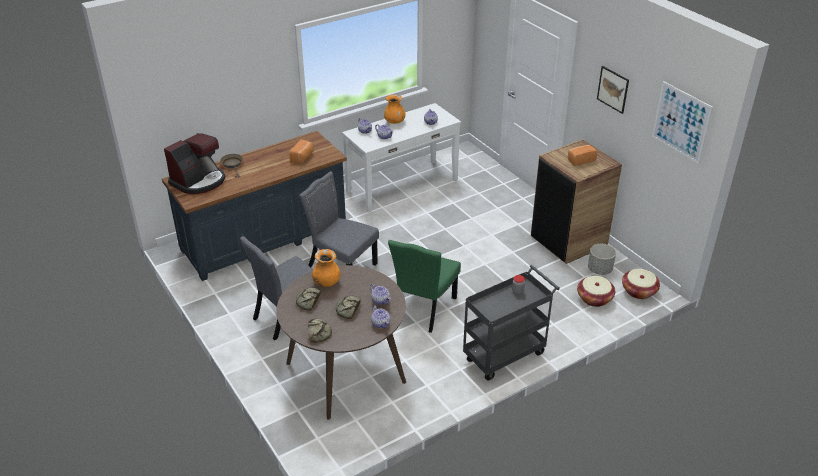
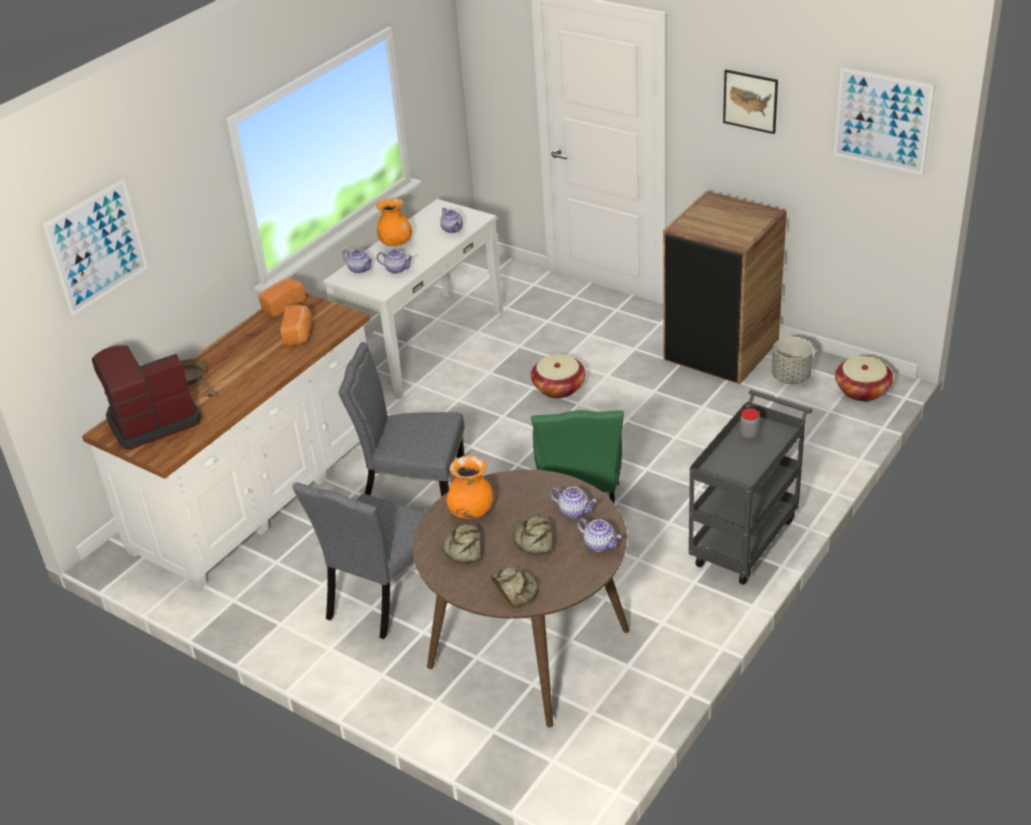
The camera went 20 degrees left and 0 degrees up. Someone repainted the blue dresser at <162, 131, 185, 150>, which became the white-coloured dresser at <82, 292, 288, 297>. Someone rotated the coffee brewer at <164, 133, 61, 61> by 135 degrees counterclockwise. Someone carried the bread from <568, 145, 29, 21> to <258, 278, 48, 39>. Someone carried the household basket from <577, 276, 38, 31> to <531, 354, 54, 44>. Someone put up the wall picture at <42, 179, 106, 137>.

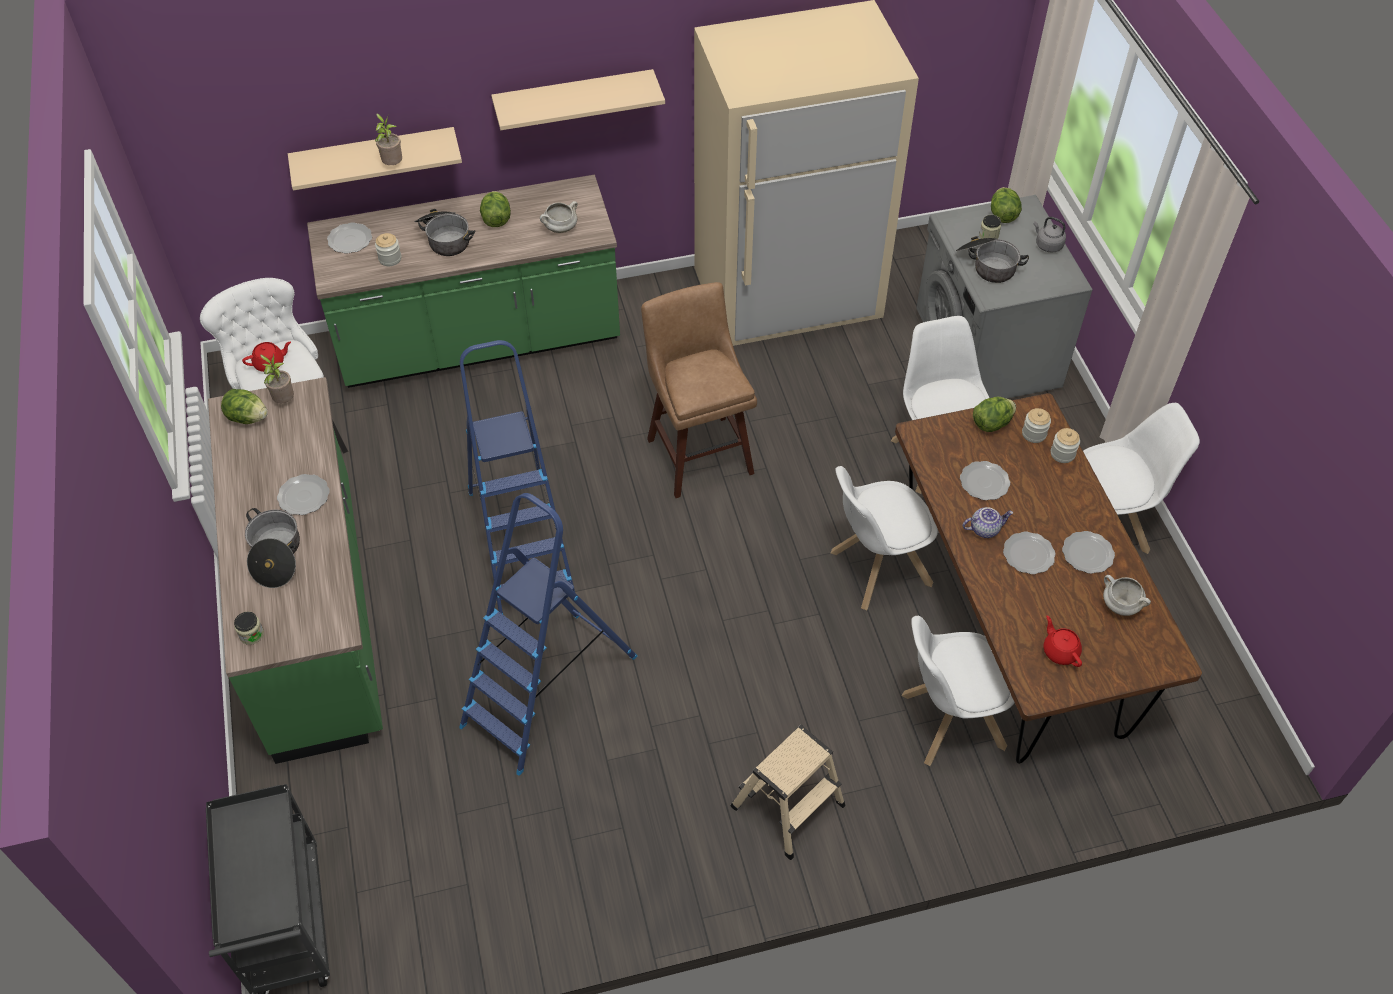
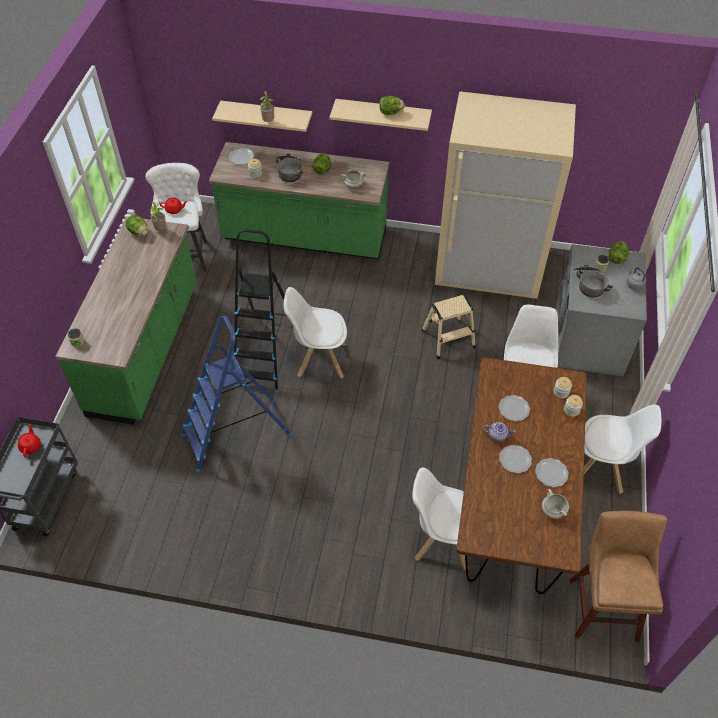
The camera went 25 degrees right and 0 degrees up. Someone took away the cooking pot at <245, 508, 55, 80>. Someone took away the plate at <277, 474, 53, 41>. Someone repainted the blue stepladder at <460, 340, 115, 274>, which became the blackish stepladder at <233, 229, 54, 164>. Someone carried the brown stool seat from <641, 282, 116, 216> to <570, 511, 97, 131>. Someone carried the beige stepladder from <730, 725, 115, 135> to <422, 294, 54, 66>. Someone carried the white-coloured upright chair from <830, 466, 108, 144> to <283, 287, 64, 91>. Someone carried the lettuce head from <973, 397, 43, 35> to <379, 96, 26, 19>. Someone carried the reddish teapot from <1043, 616, 39, 51> to <18, 424, 23, 33>.

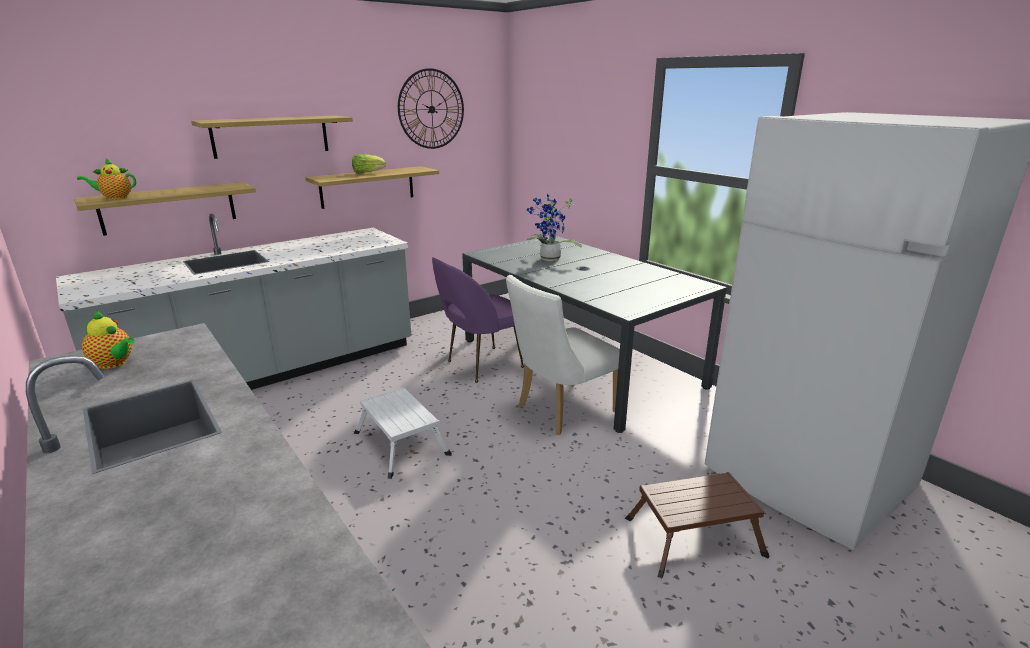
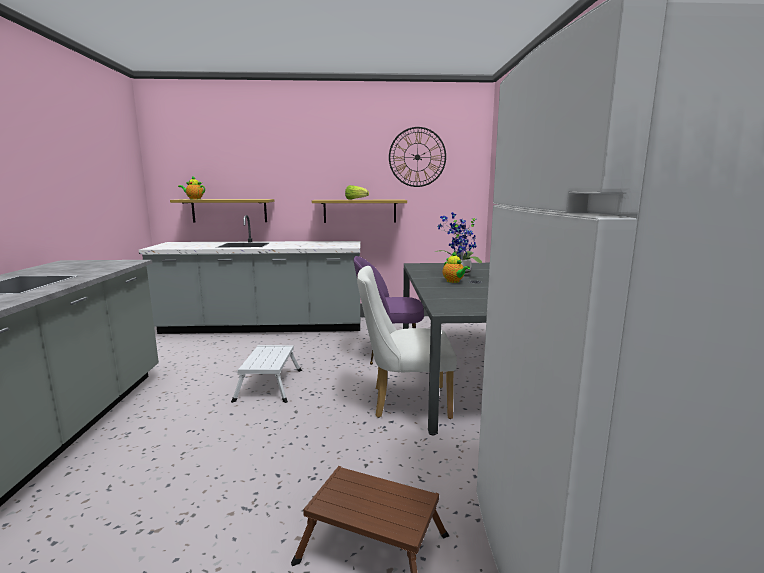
The camera went 35 degrees right and 10 degrees down. Someone carried the teapot from <82, 311, 52, 58> to <443, 251, 27, 32>. Someone took away the bracket shelf at <191, 115, 162, 44>.

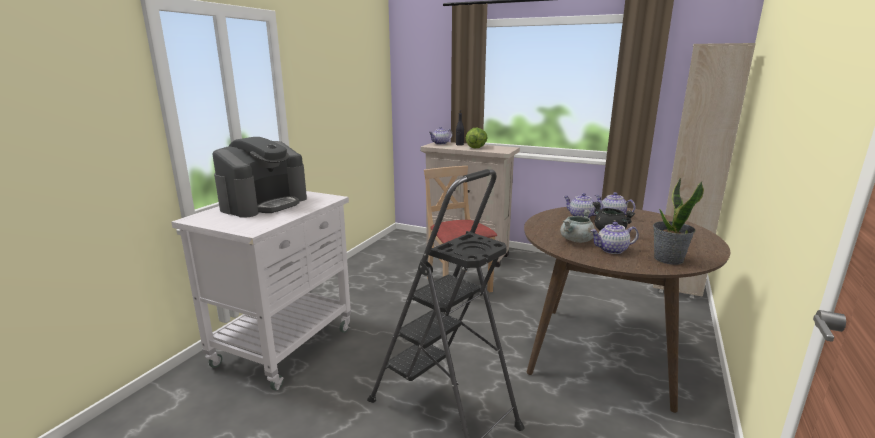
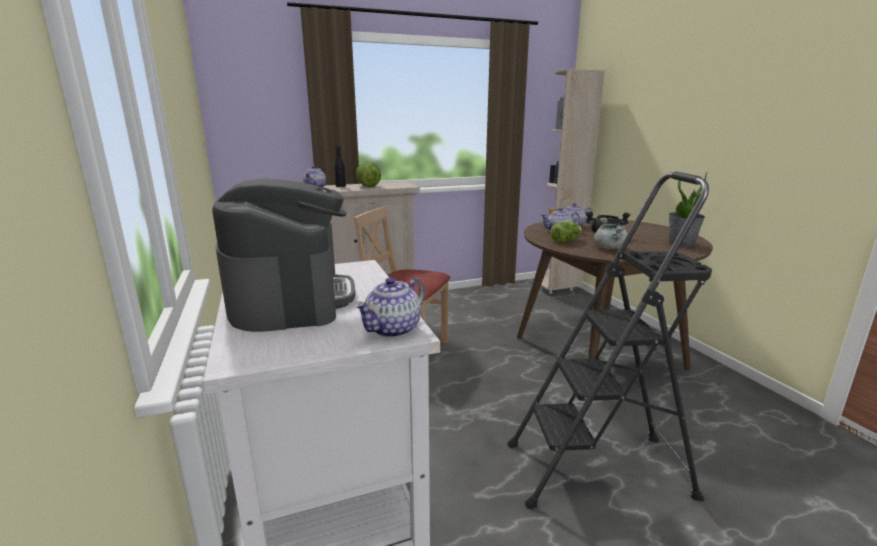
The camera went 45 degrees left and 0 degrees up. Someone carried the teapot from <590, 222, 49, 32> to <354, 277, 71, 61>. Someone put down the lettuce head at <550, 222, 32, 21>.

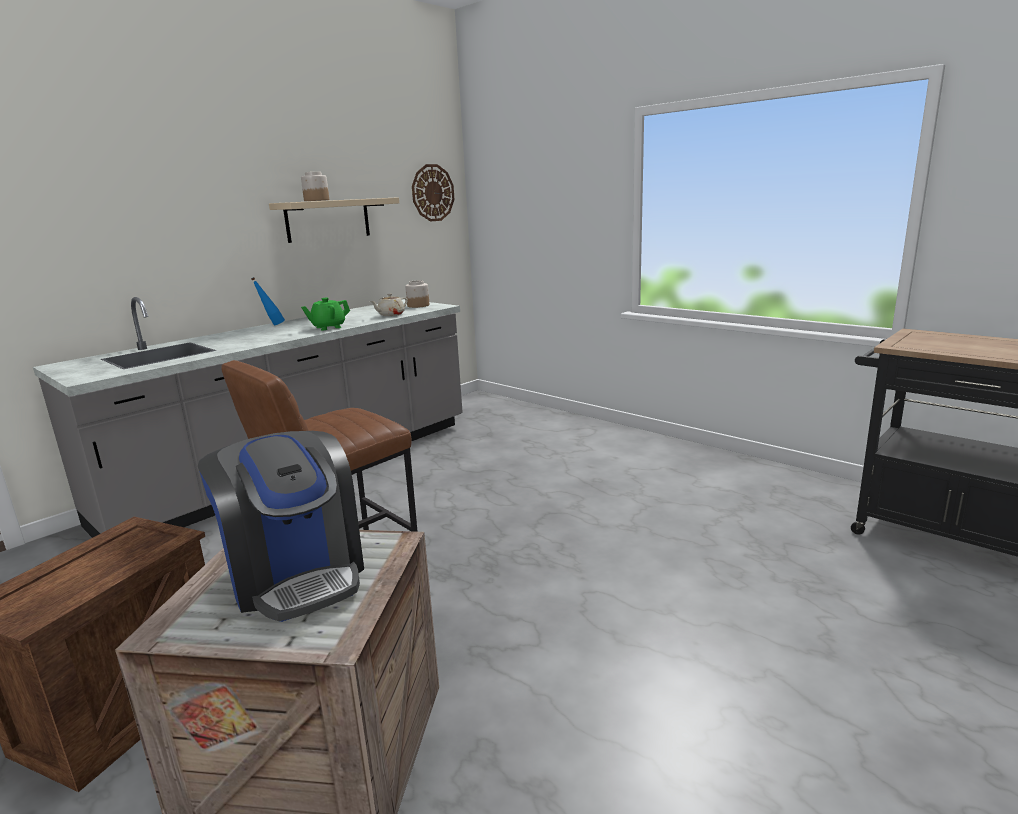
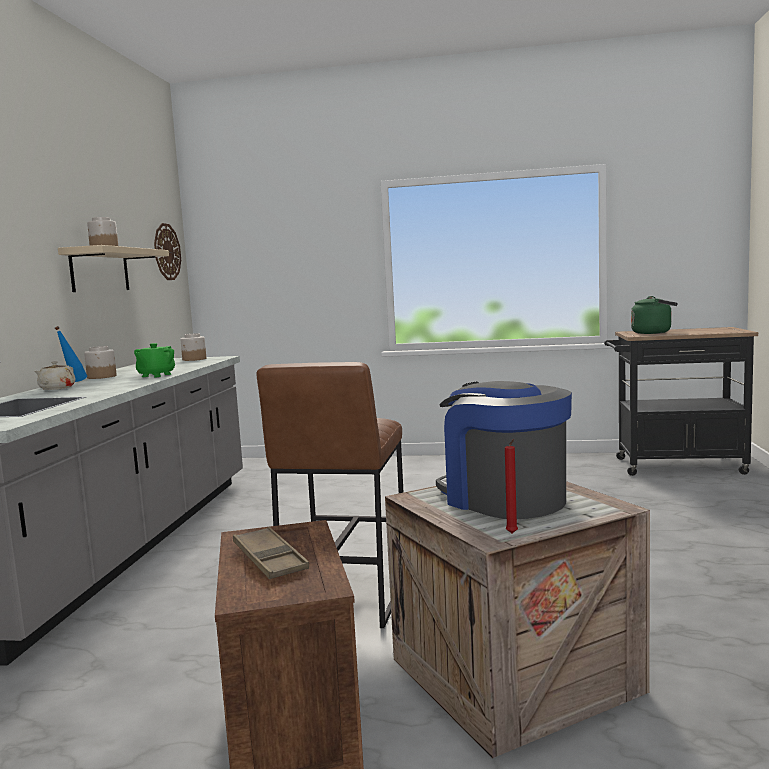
The camera went 35 degrees left and 10 degrees down. Someone rotated the coffee brewer at <198, 431, 166, 191> by 150 degrees counterclockwise. Someone carried the beige teapot from <370, 293, 38, 23> to <35, 361, 41, 29>. Someone put down the jar at <84, 346, 33, 33>. Someone put down the brown carrying tray at <233, 527, 76, 52>. Someone put down the reddish wax candle at <505, 439, 13, 94>. Someone put down the green tea kettle at <631, 296, 46, 38>.

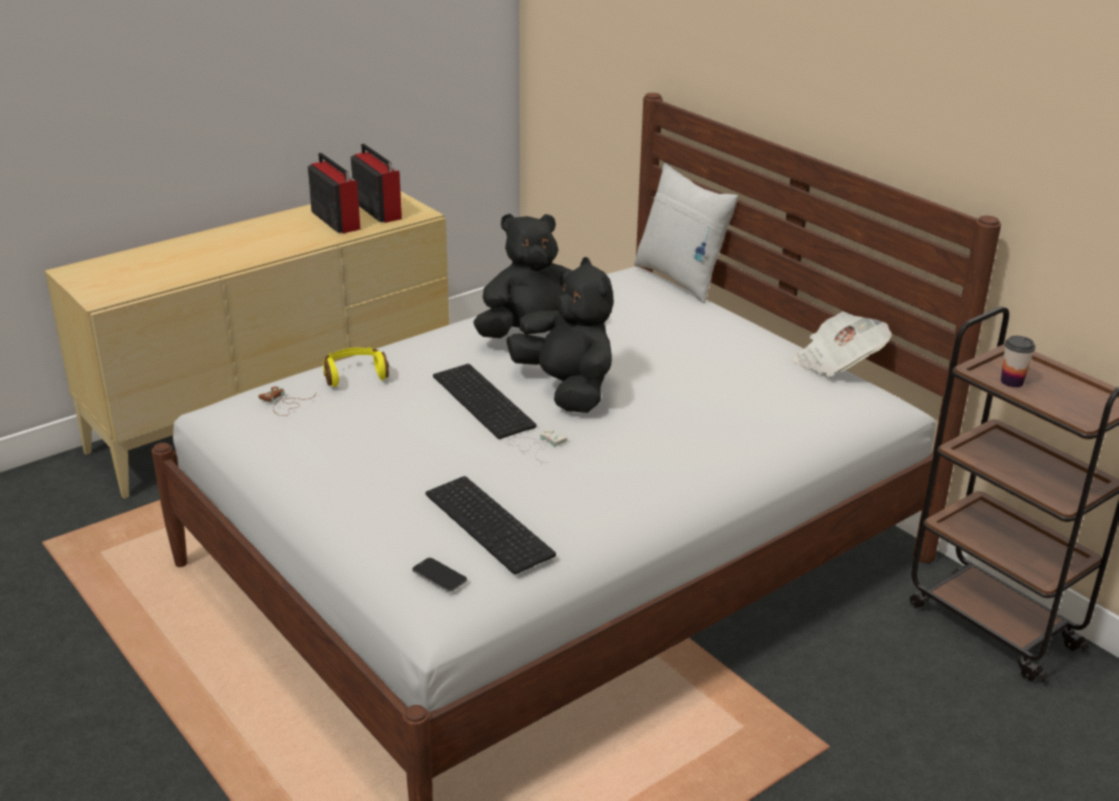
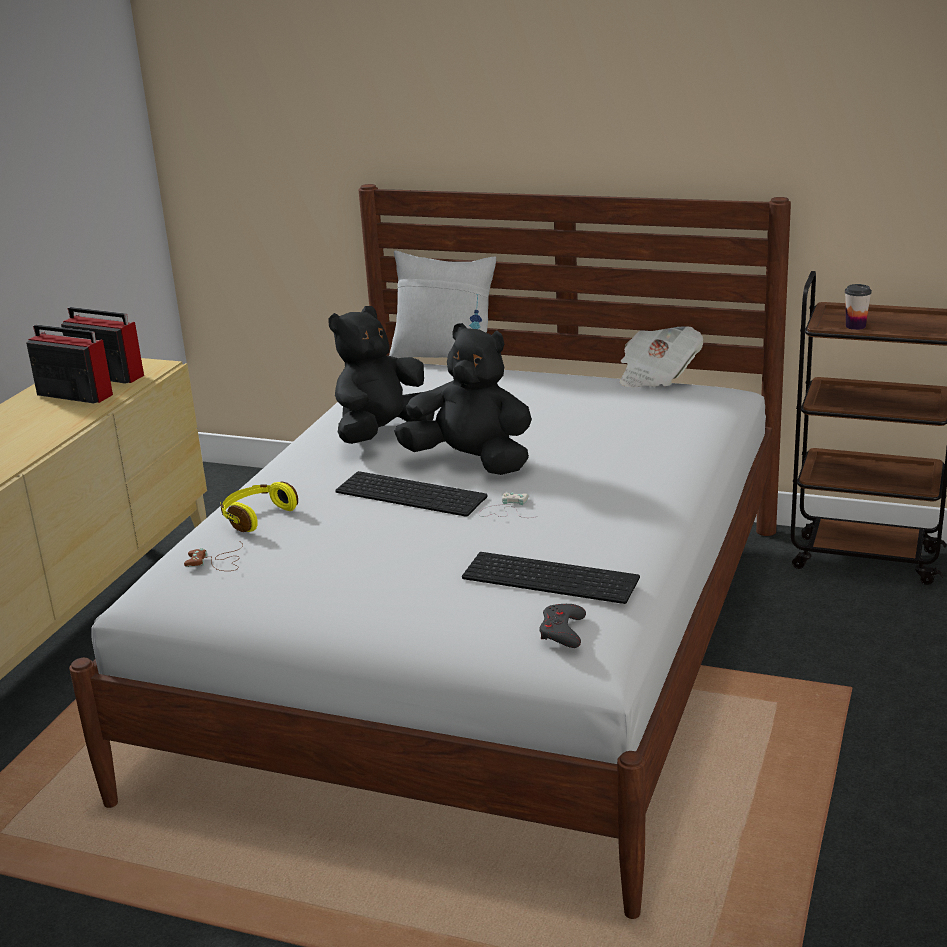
The camera went 30 degrees left and 5 degrees down. Someone swapped the telephone at <412, 558, 55, 34> for the greyish gamepad at <539, 604, 47, 44>.

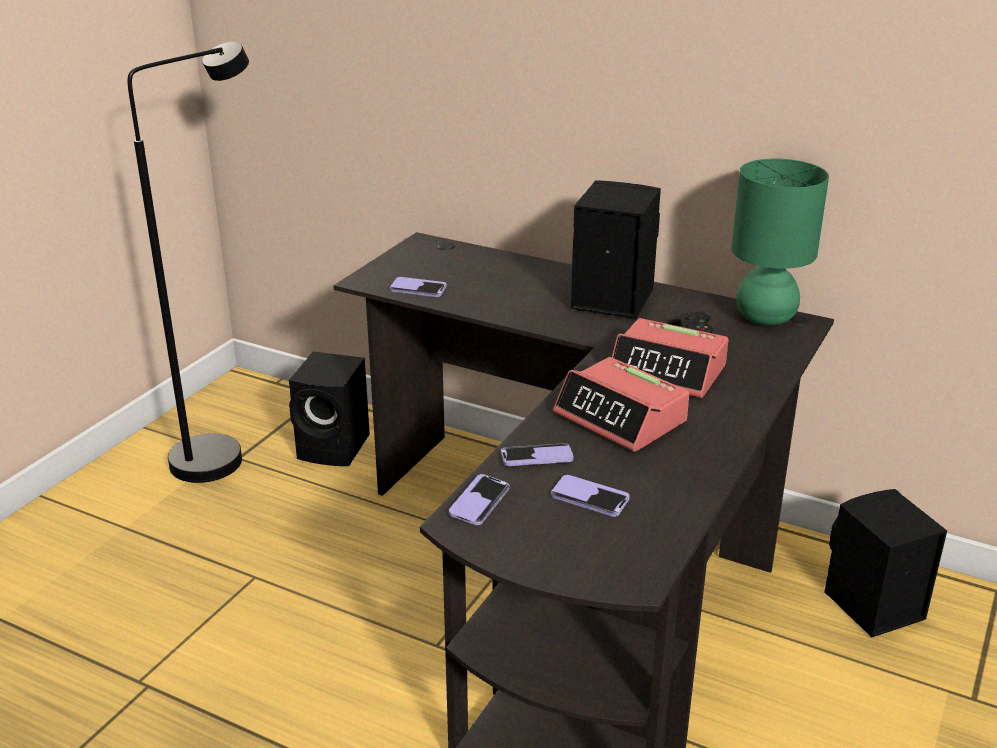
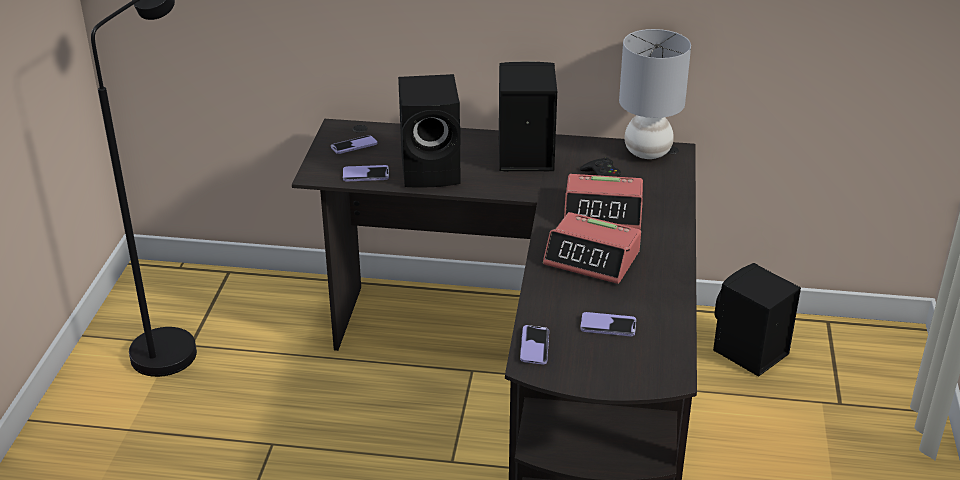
The camera went 20 degrees left and 5 degrees up. Someone carried the blackish speaker from <289, 352, 81, 114> to <398, 74, 63, 114>. Someone carried the telephone from <501, 443, 73, 23> to <331, 135, 47, 19>. Someone repainted the green table lamp at <731, 159, 98, 167>, which became the greyish table lamp at <619, 29, 72, 130>.

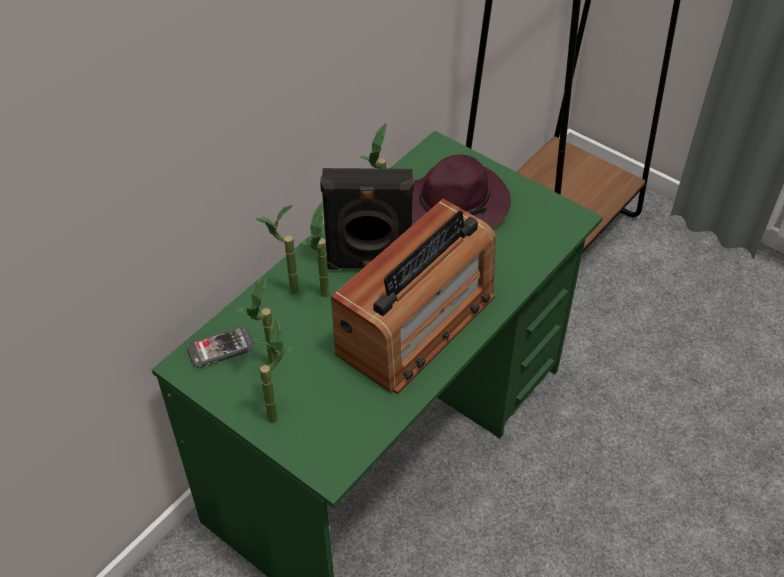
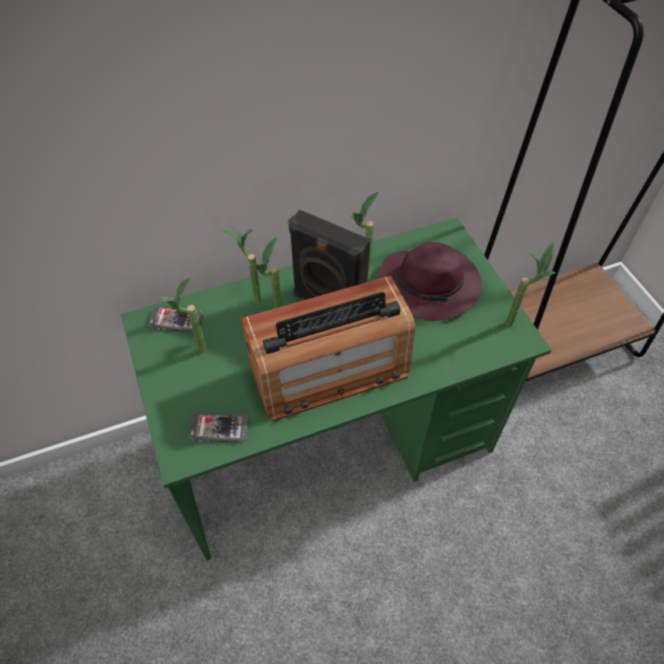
The camera went 30 degrees right and 5 degrees up. Someone carried the plant in a pot from <252, 315, 42, 108> to <506, 242, 50, 85>. Someone put down the telephone at <188, 413, 61, 29>.

